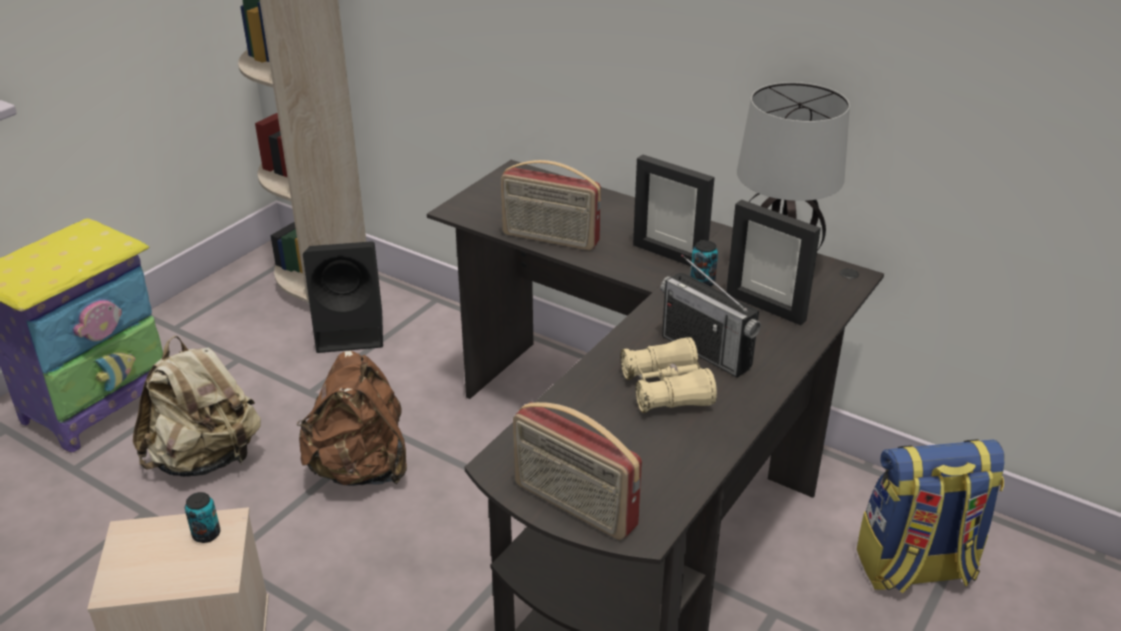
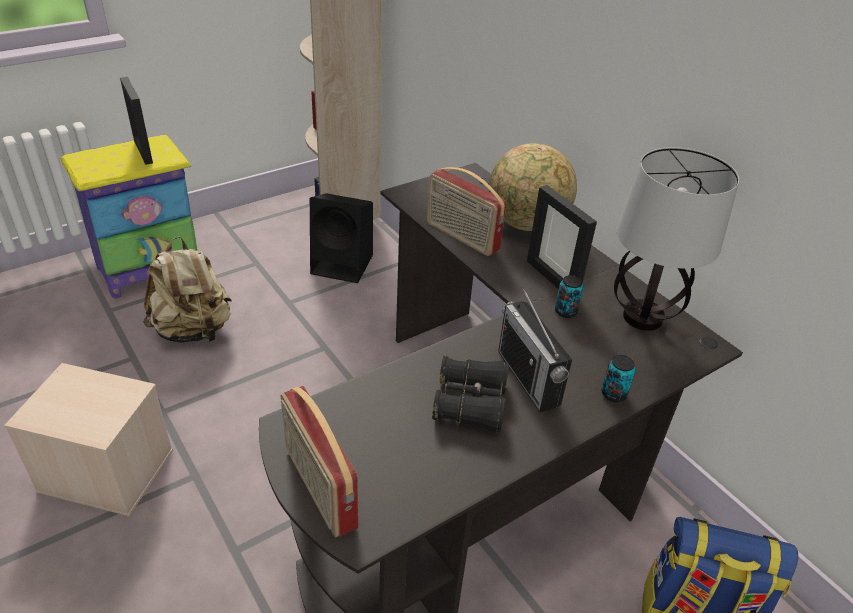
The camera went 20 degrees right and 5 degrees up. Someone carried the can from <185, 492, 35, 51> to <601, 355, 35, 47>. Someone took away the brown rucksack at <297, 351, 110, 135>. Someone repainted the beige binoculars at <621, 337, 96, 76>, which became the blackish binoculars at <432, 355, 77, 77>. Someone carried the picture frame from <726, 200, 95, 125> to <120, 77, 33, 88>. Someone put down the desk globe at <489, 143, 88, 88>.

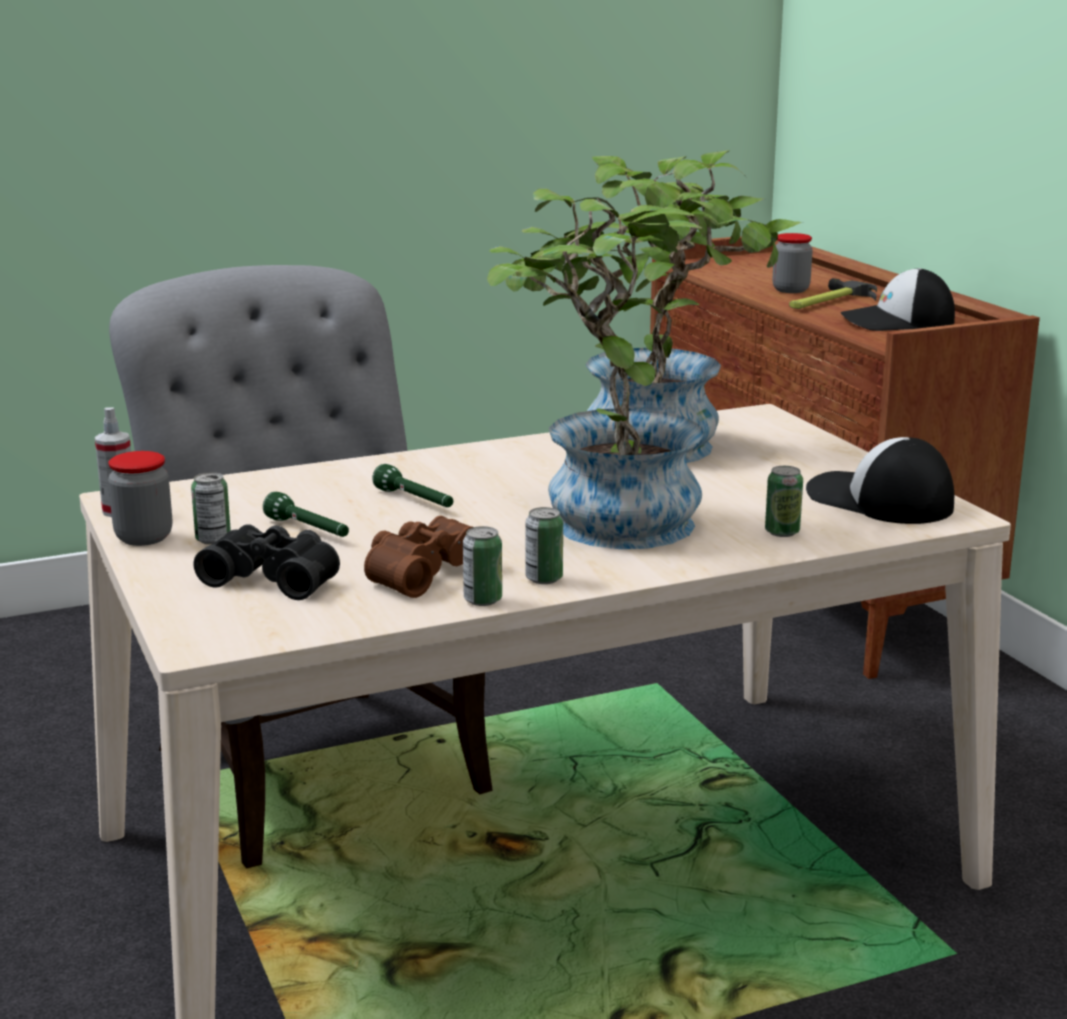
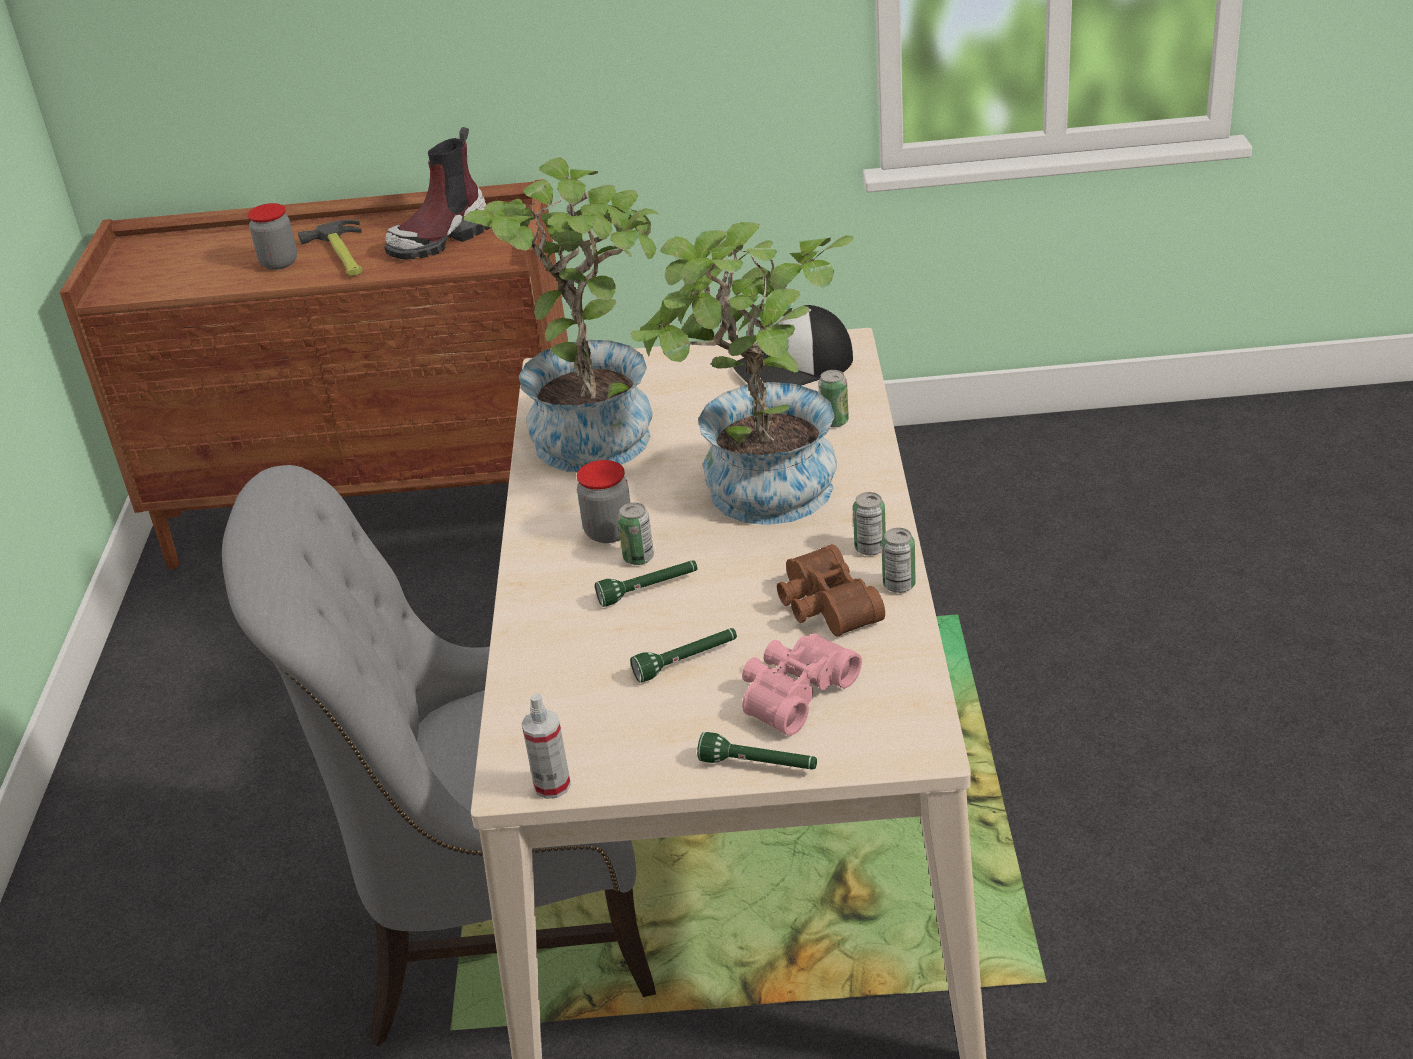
The camera went 65 degrees left and 15 degrees up. Someone carried the jar from <108, 451, 64, 95> to <577, 460, 54, 83>. Someone carried the can from <191, 472, 40, 73> to <618, 503, 36, 62>. Someone repainted the blackish binoculars at <194, 524, 146, 76>, which became the pink binoculars at <742, 634, 120, 102>. Someone swapped the baseball cap at <841, 268, 114, 63> for the boot at <384, 127, 107, 133>. Someone put down the green flashlight at <697, 732, 120, 38>.

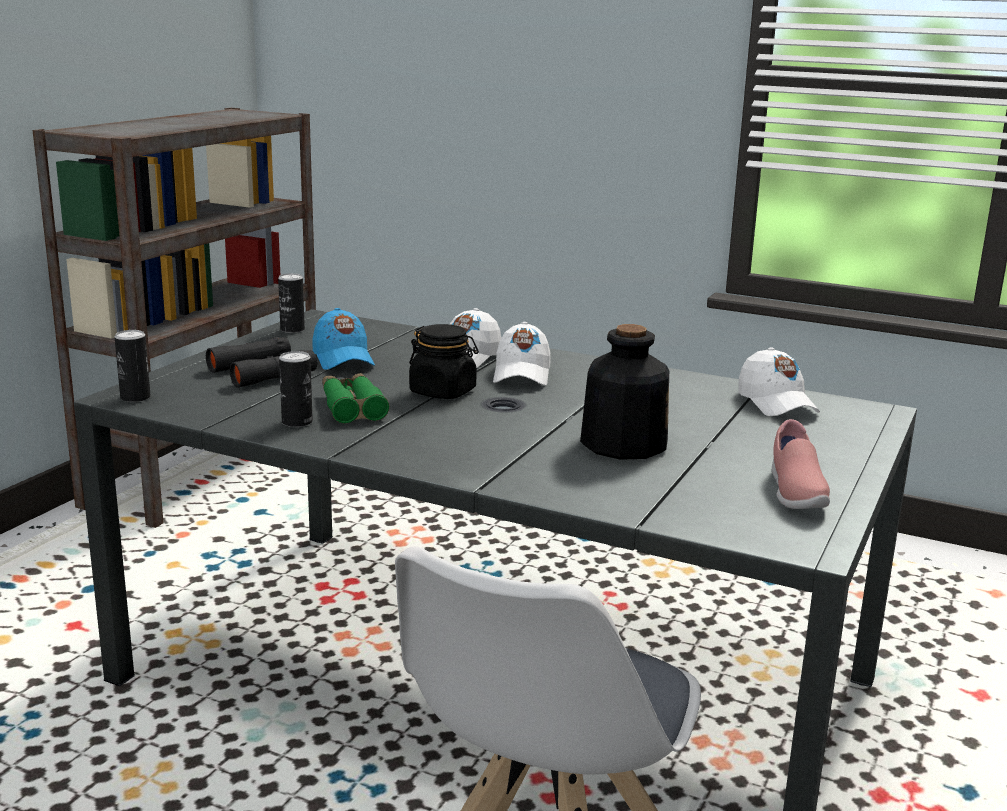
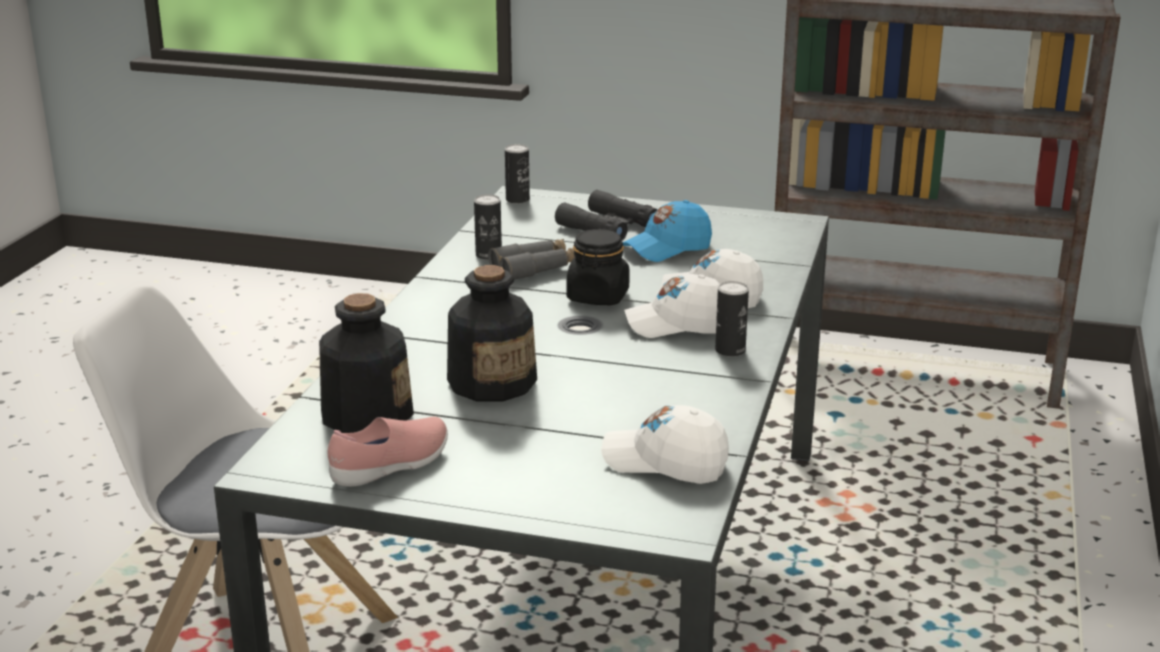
The camera went 80 degrees right and 5 degrees up. Someone carried the can from <278, 273, 27, 60> to <715, 281, 34, 76>. Someone repainted the green binoculars at <322, 373, 67, 51>, which became the greyish binoculars at <488, 239, 87, 41>. Someone rotated the white-coloured baseball cap at <738, 348, 82, 68> by 45 degrees clockwise. Someone rotated the pink low shoe at <772, 419, 58, 90> by 150 degrees clockwise. Someone put down the beverage bottle at <319, 293, 95, 140>.

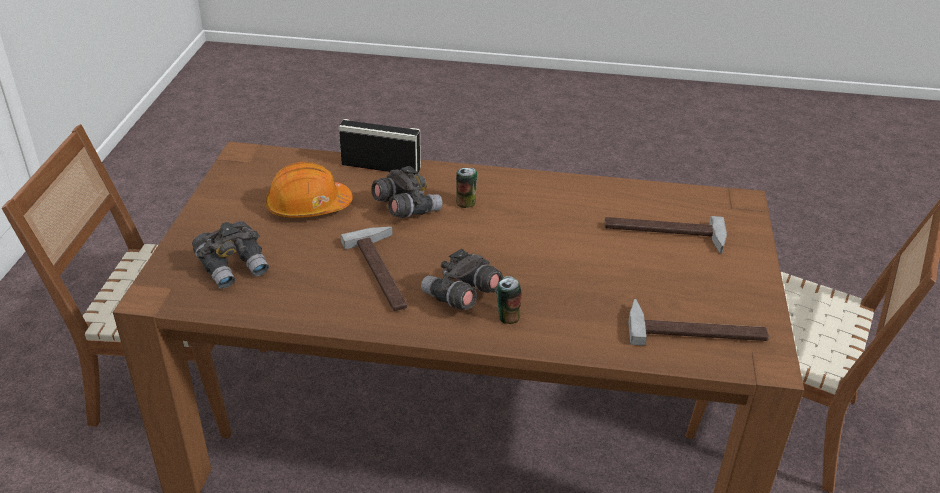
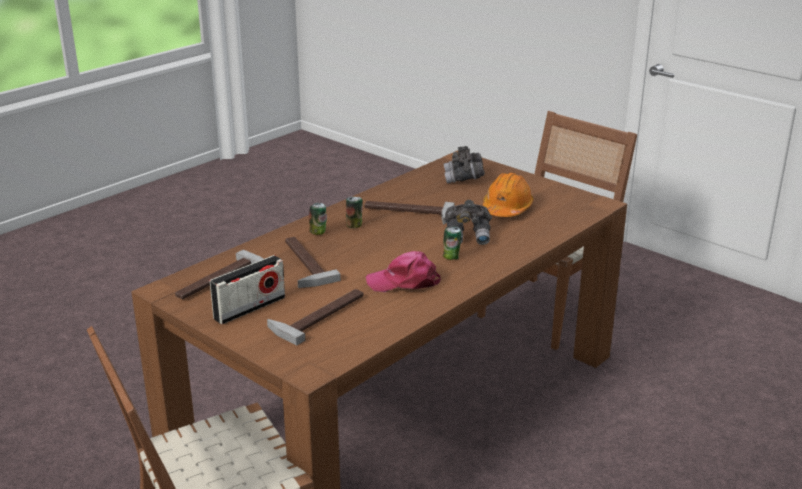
The camera went 125 degrees right and 10 degrees down. Someone carried the radio from <339, 119, 82, 56> to <210, 255, 75, 69>. Someone swapped the greyish binoculars at <421, 249, 82, 61> for the can at <346, 197, 17, 31>. Someone put down the hammer at <285, 237, 56, 51>. Someone put down the pink baseball cap at <366, 251, 75, 41>.

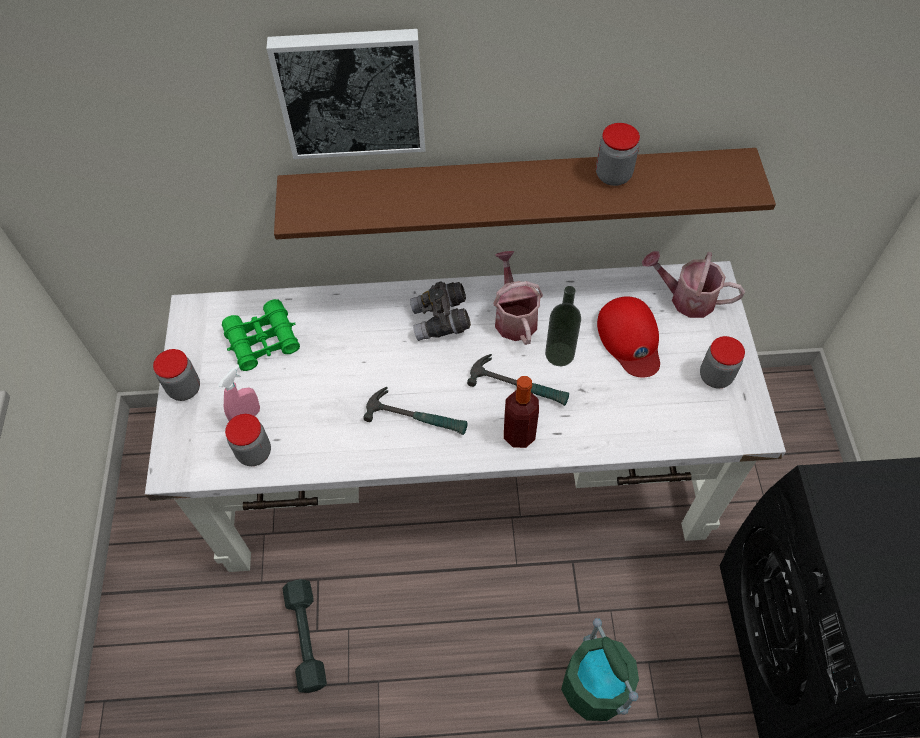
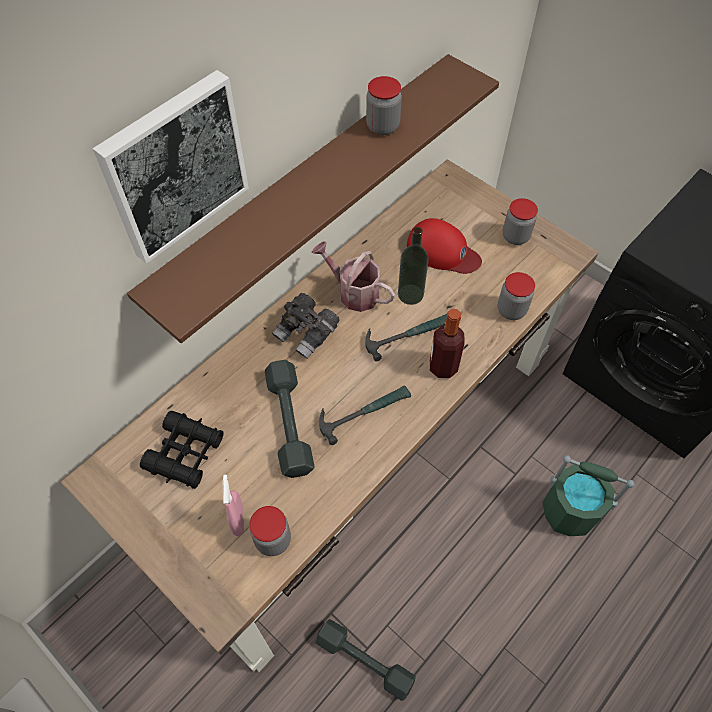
The camera went 45 degrees left and 0 degrees up. Someone repainted the white-coloured desk unit at <145, 261, 641, 311>, which became the brown desk unit at <61, 159, 538, 513>. Someone carried the jar from <153, 349, 47, 52> to <498, 272, 37, 48>. Someone repainted the green binoculars at <222, 299, 78, 72>, which became the blackish binoculars at <140, 411, 84, 78>. Someone took away the sprinkling can at <642, 251, 103, 67>. Someone put down the greyish dumbbell at <265, 360, 50, 118>.

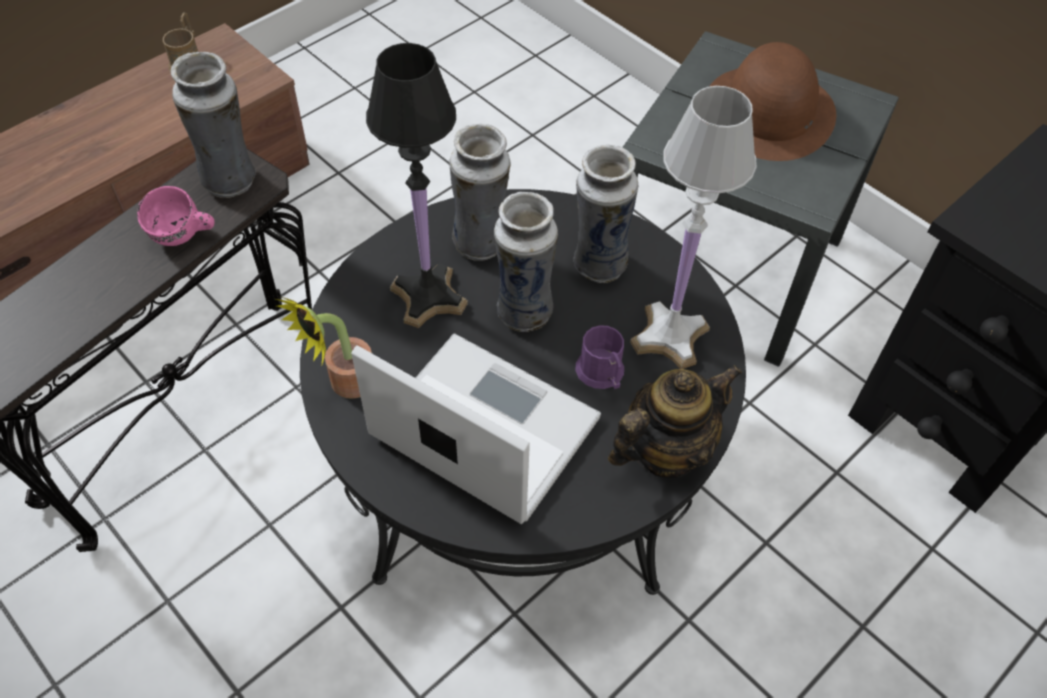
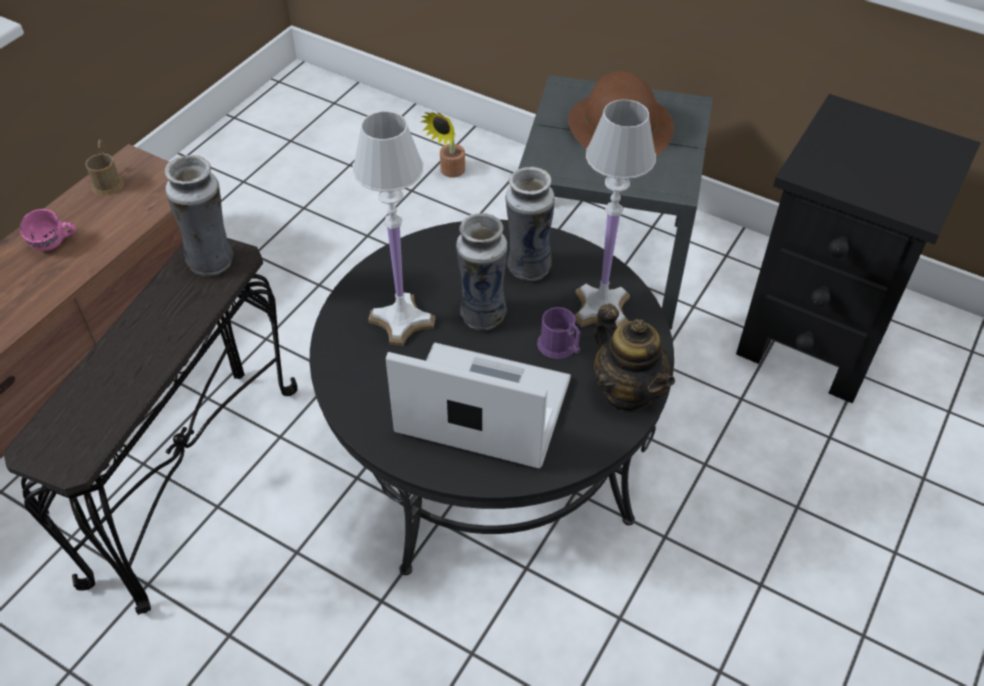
The camera went 15 degrees left and 5 degrees down. Someone carried the pink coffee mug from <137, 186, 78, 60> to <20, 209, 56, 42>. Someone carried the plant in a pot from <276, 296, 96, 103> to <421, 112, 44, 66>. Someone repainted the blackish table lamp at <366, 43, 102, 285>, which became the white-coloured table lamp at <352, 111, 83, 235>. Someone took away the decorative vase at <449, 124, 62, 137>. Someone rotated the teapot at <608, 365, 134, 113> by 105 degrees clockwise.

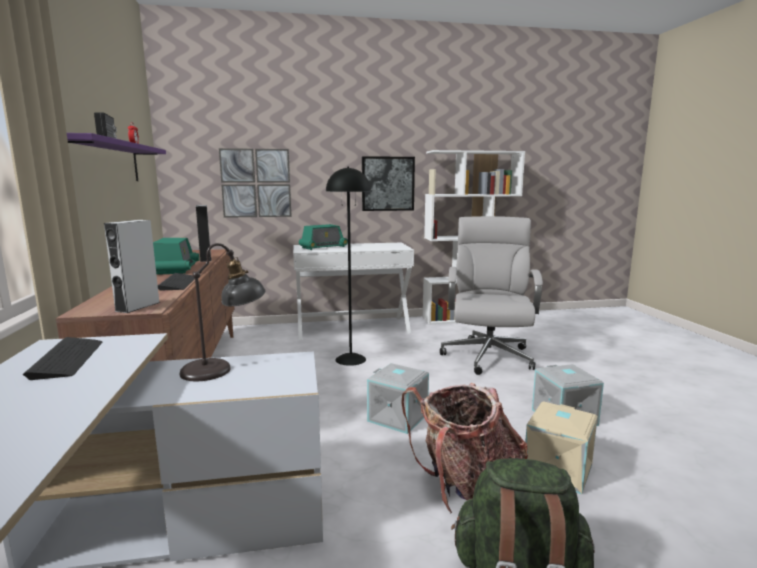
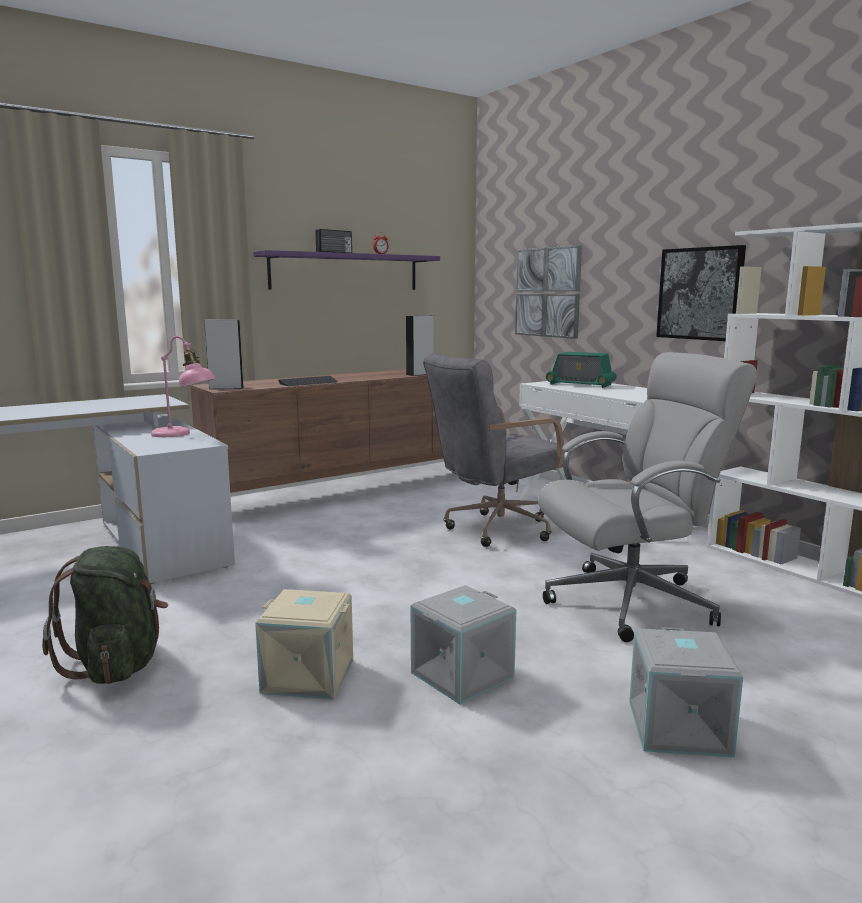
The camera went 65 degrees right and 0 degrees up. Someone took away the PC keyboard at <23, 337, 80, 43>. Someone took away the radio at <153, 238, 47, 37>. Someone repainted the greyish table lamp at <180, 243, 85, 138>, which became the pink table lamp at <151, 336, 64, 101>. Someone swapped the blackish standing lamp at <326, 167, 45, 199> for the greyish desk chair at <423, 353, 146, 194>. Someone carried the greyish storage container from <367, 363, 62, 71> to <629, 627, 114, 130>. Someone took away the rucksack at <401, 383, 127, 130>.

